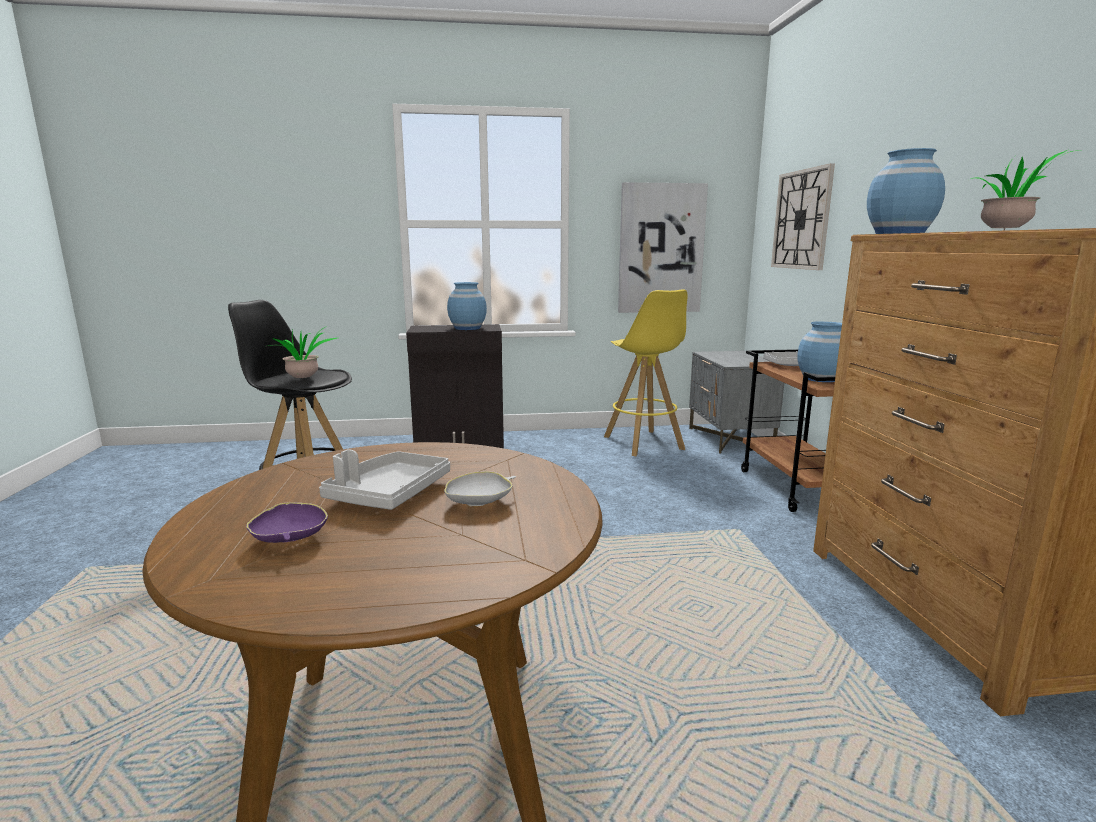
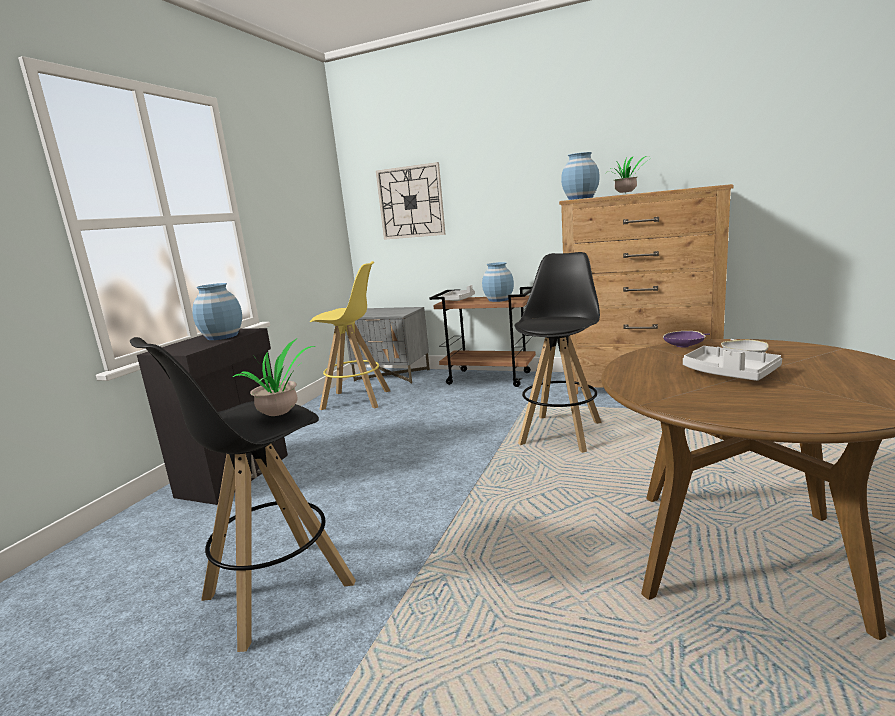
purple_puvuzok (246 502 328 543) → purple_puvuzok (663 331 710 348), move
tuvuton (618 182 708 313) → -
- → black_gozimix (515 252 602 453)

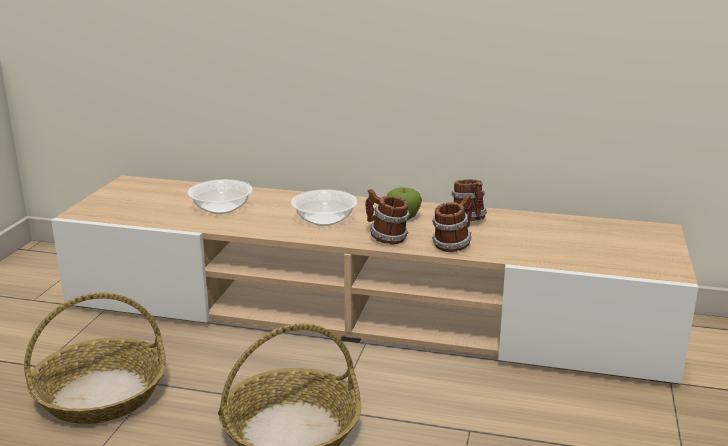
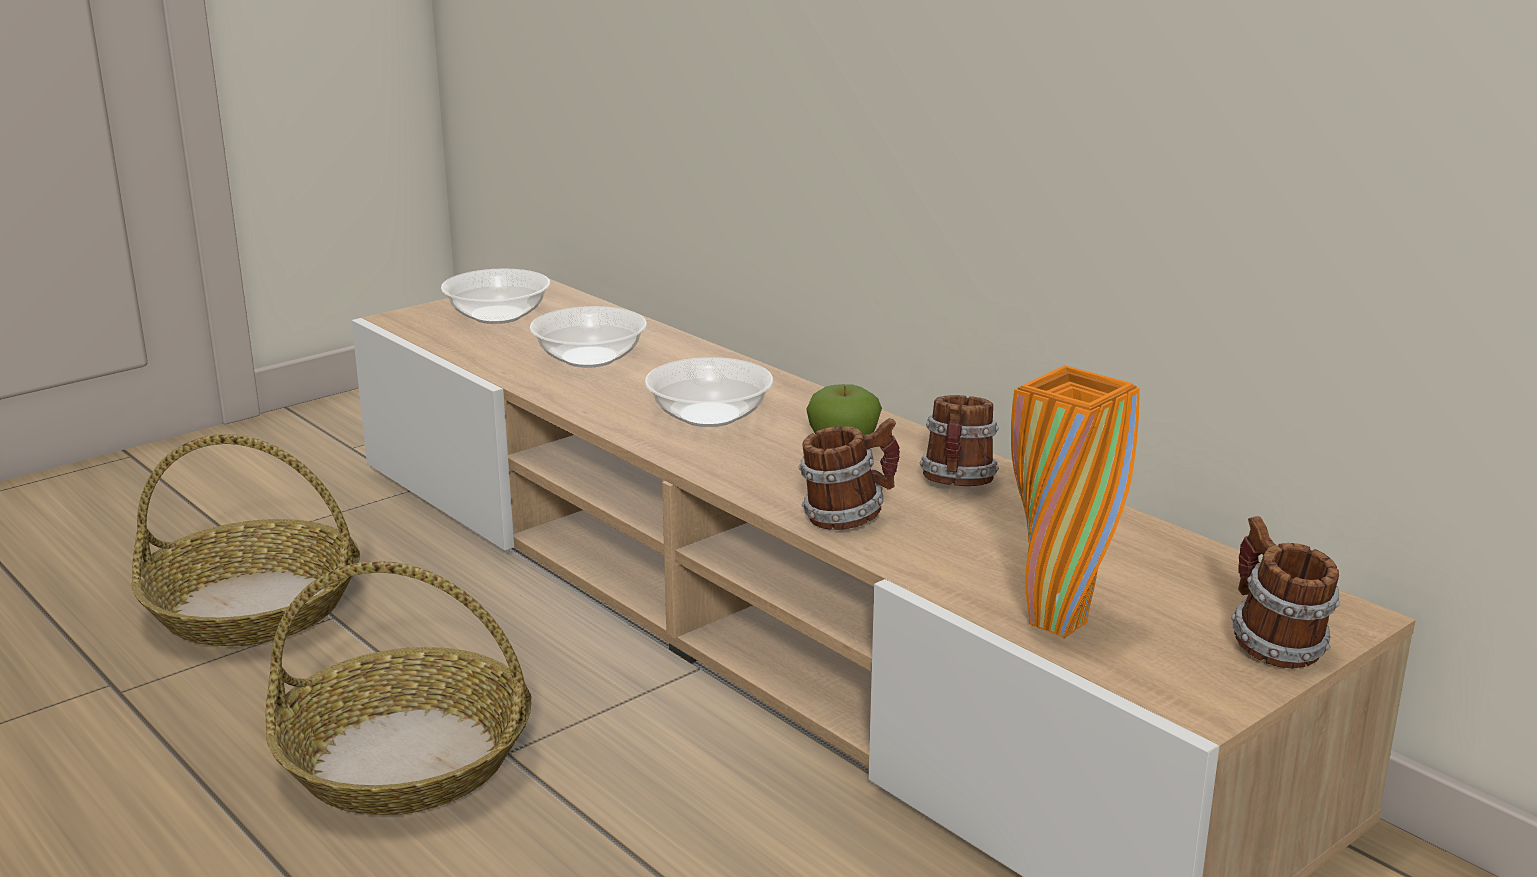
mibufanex (365 189 410 244) → mibufanex (1231 516 1340 669), move
- → puvuzok (441 269 550 324)
- → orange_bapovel (1011 365 1140 638)

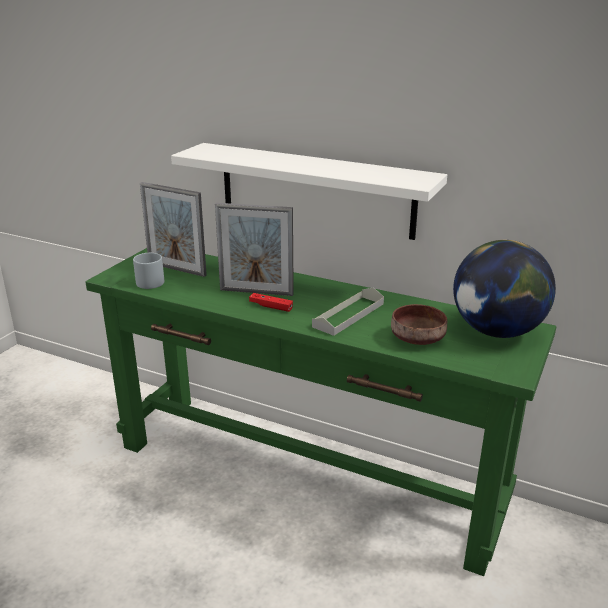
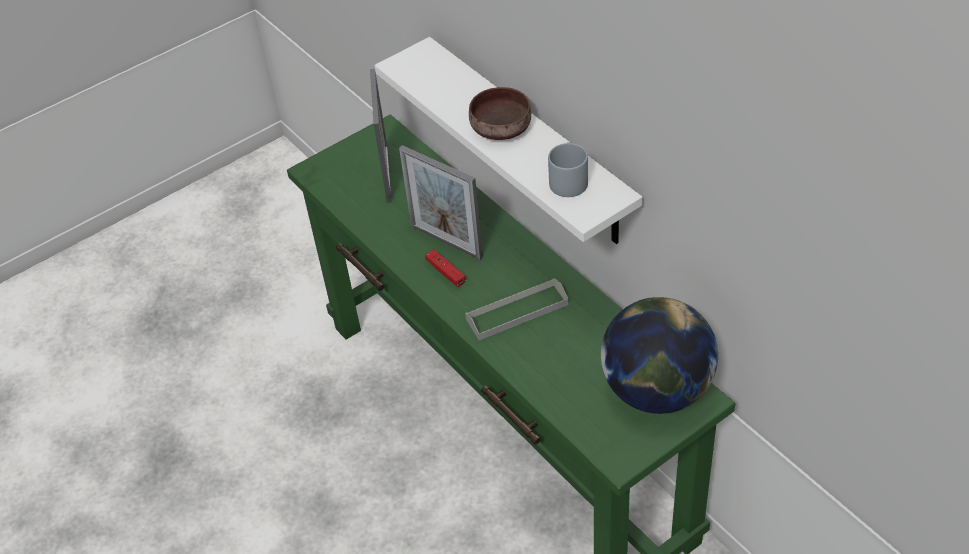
grey_mibufanex (133 253 164 289) → grey_mibufanex (548 142 588 197), move
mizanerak (140 182 207 277) → mizanerak (370 69 392 203), 150 degrees counterclockwise
brown_puvuzok (391 304 447 345) → brown_puvuzok (469 87 531 140), move

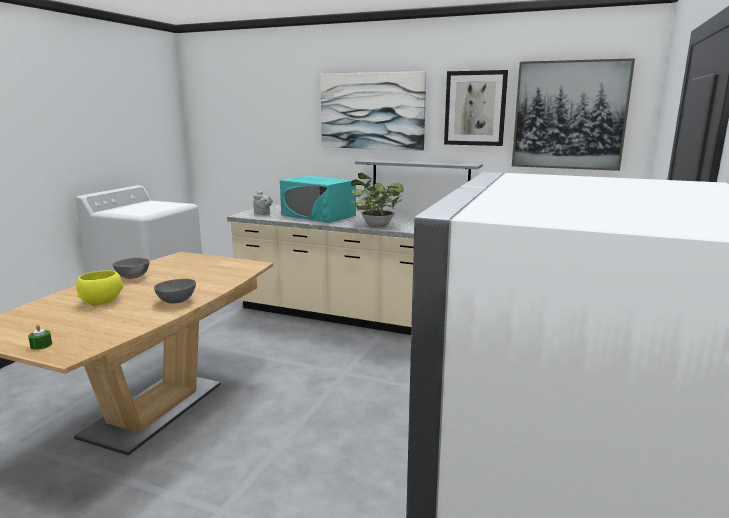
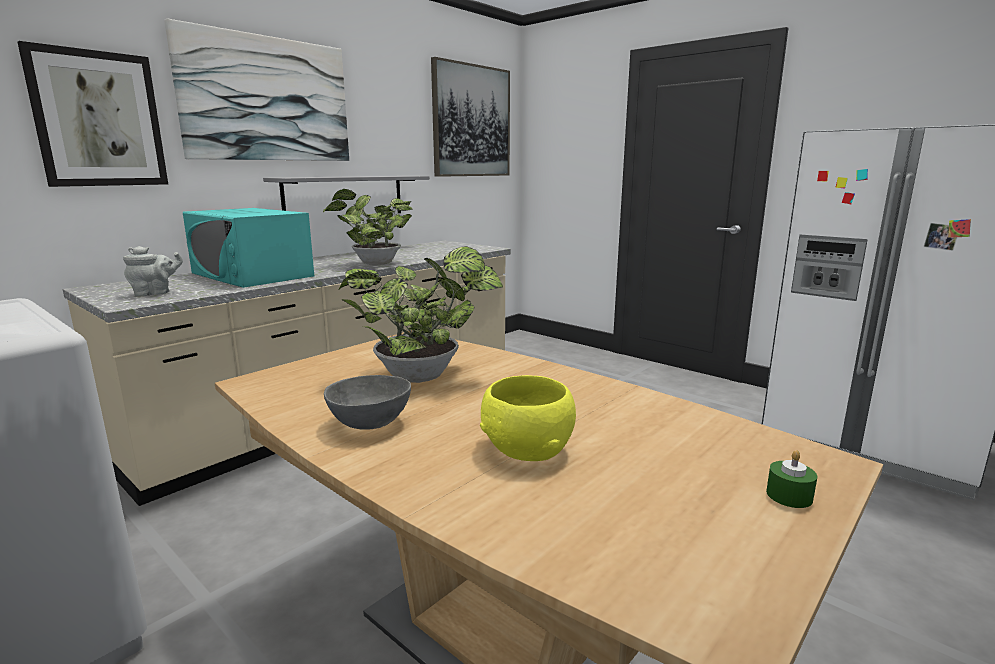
grey_puvuzok (154 279 196 304) → -
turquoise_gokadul (280 175 356 223) → turquoise_gokadul (183 208 314 288), 75 degrees clockwise
tuvuton (444 70 508 146) → tuvuton (17 41 168 187), move
- → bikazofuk (339 246 503 383)

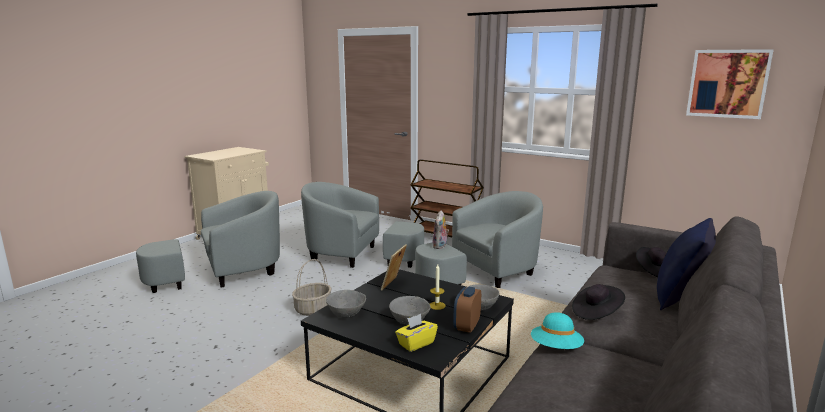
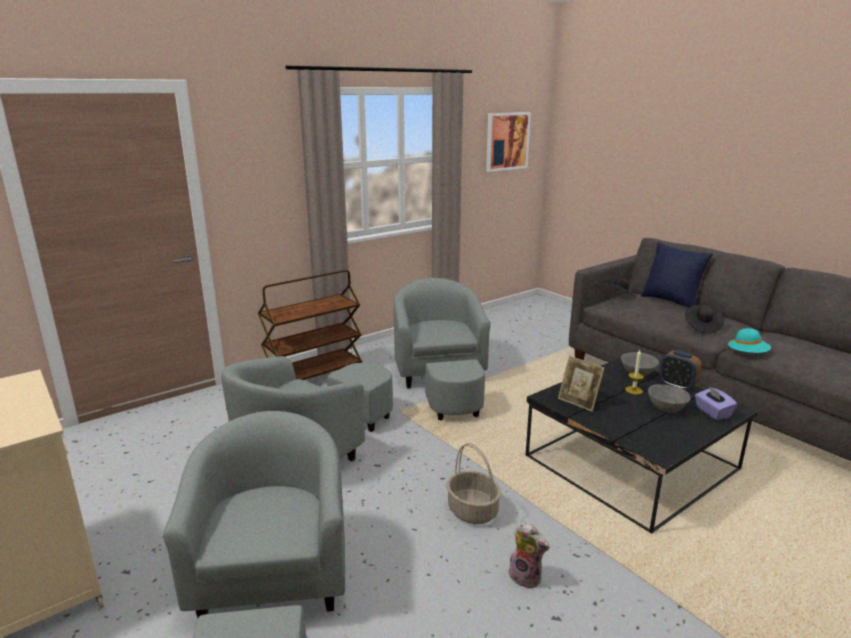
grey_puvuzok (326 290 366 318) → -
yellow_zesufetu (395 314 438 352) → purple_zesufetu (695 387 737 420)
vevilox (433 210 449 249) → vevilox (508 522 549 589), move

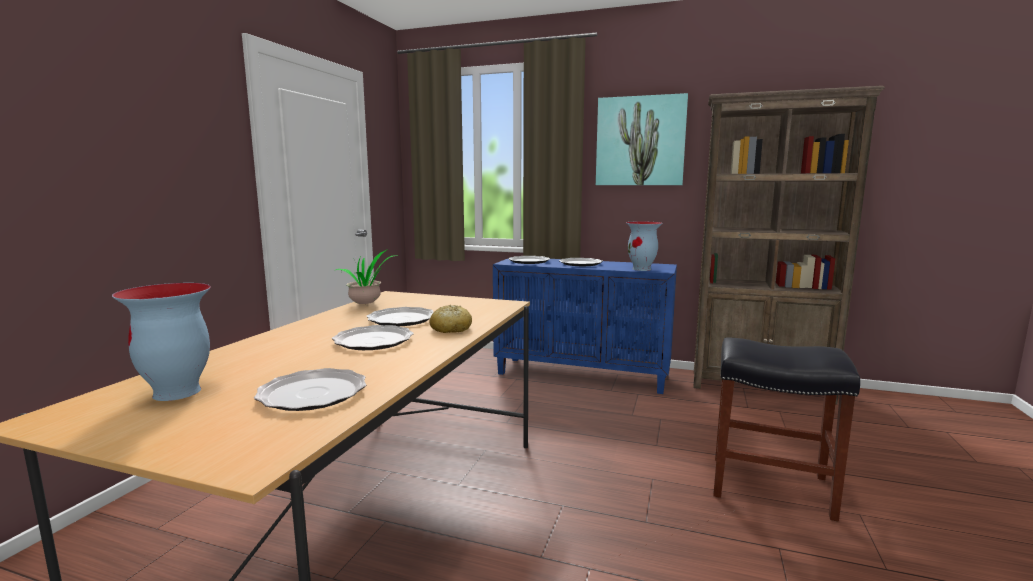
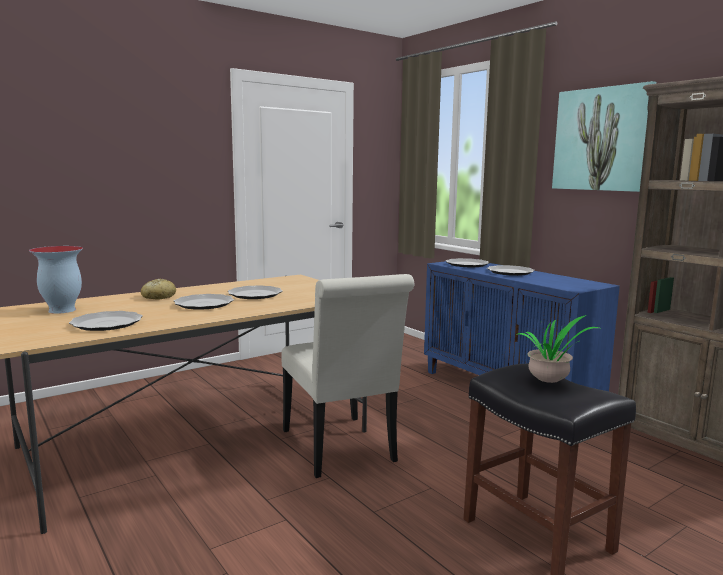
bikazofuk (336 250 397 304) → bikazofuk (516 315 602 383), move
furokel (430 305 472 333) → furokel (141 278 176 300), move
bapovel (626 221 663 271) → -
- → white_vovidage (281 274 414 478)

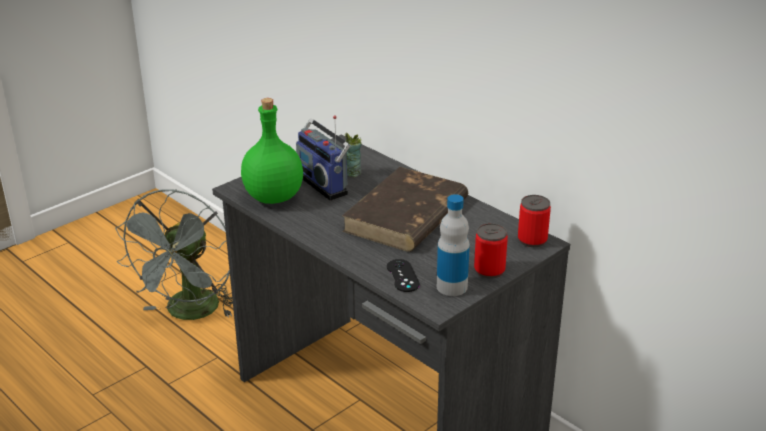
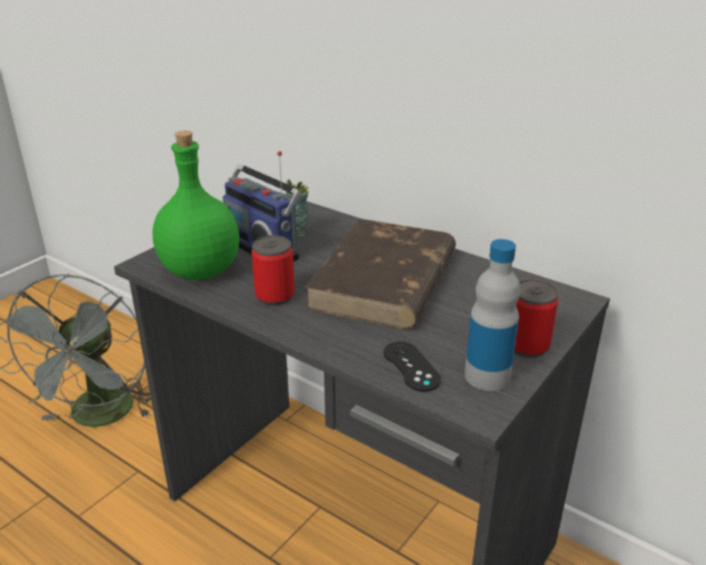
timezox (518 195 551 247) → timezox (251 235 295 306), move

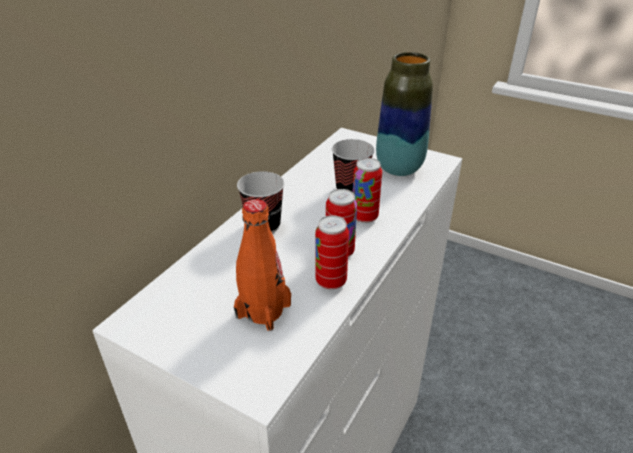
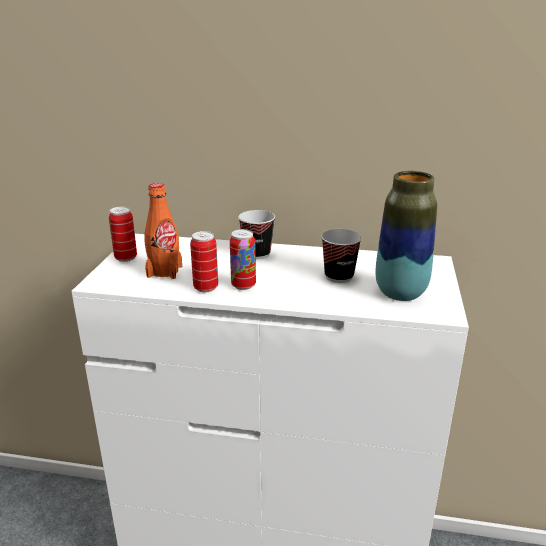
timezox (353 158 382 223) → timezox (109 207 137 262), move

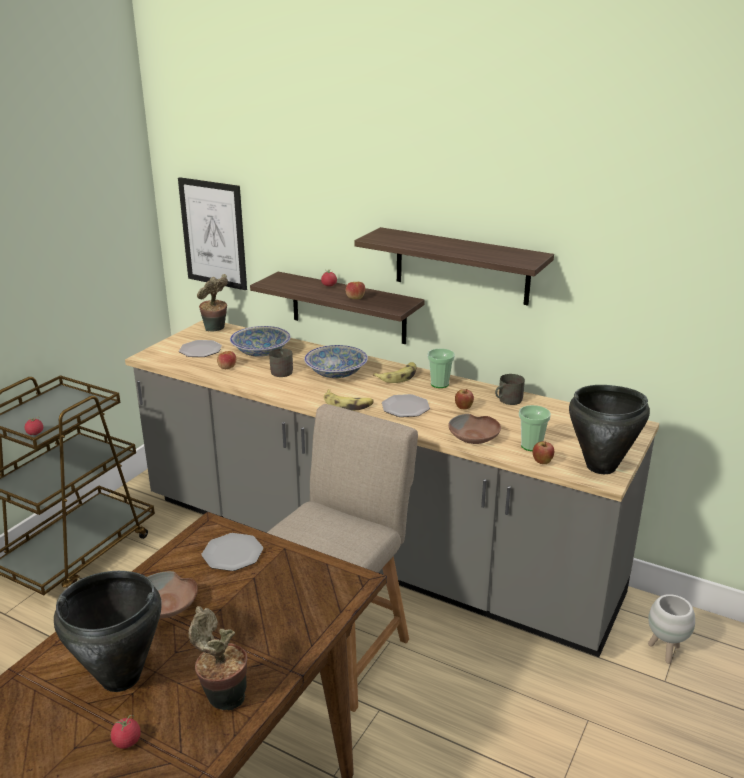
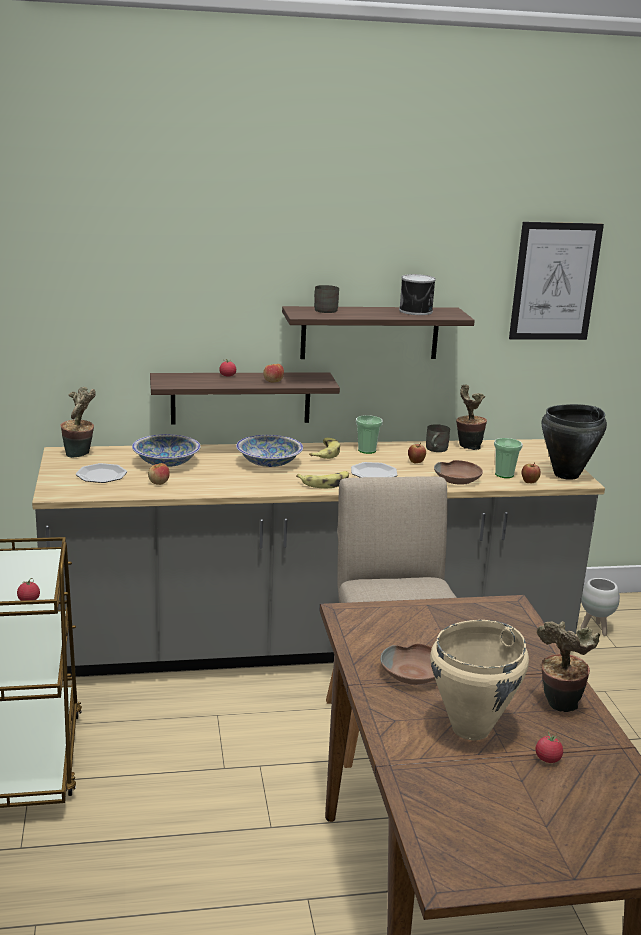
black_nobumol (54 571 162 692) → beige_nobumol (430 620 529 740)
tuvuton (178 177 247 290) → tuvuton (509 222 604 340), move
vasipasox (202 533 263 571) → -
grey_mibufanex (269 348 293 377) → grey_mibufanex (314 285 339 313), move
- → timezox (399 274 436 315)
- → bikazofuk (456 384 487 450)

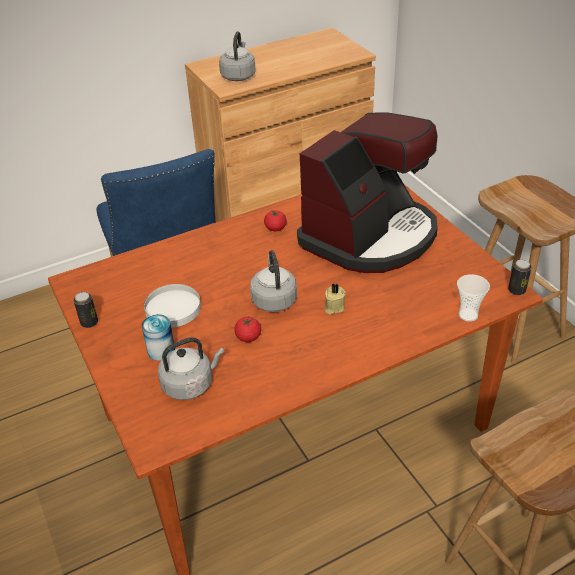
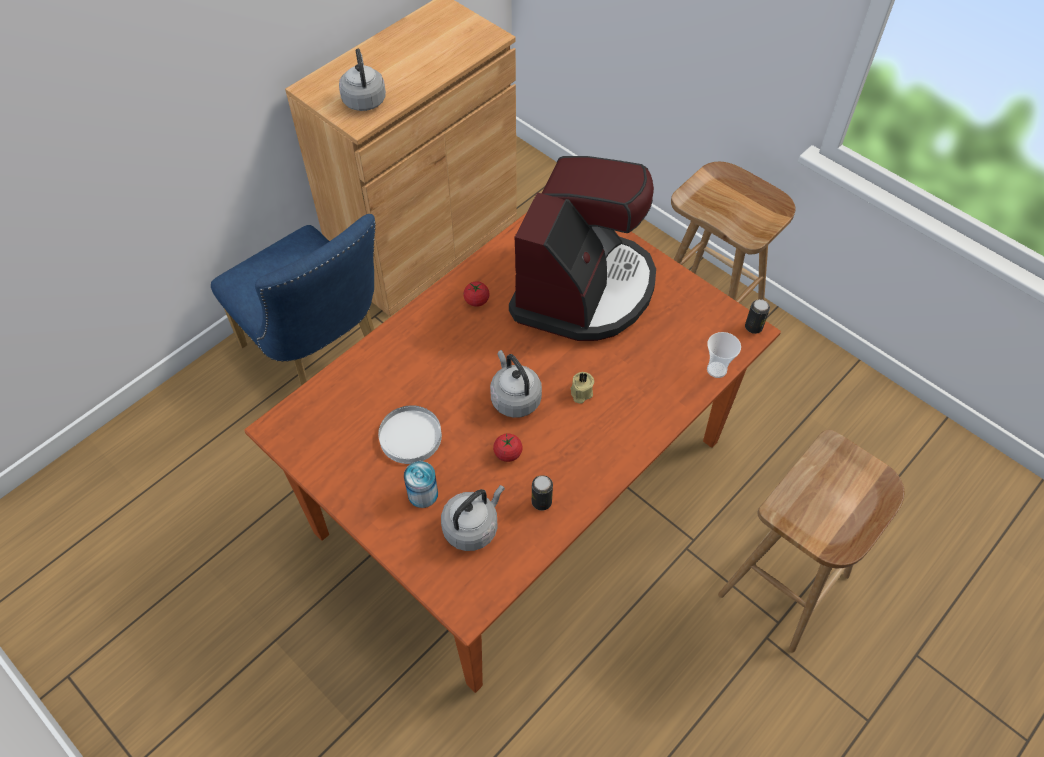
timezox (73 292 98 328) → timezox (532 475 553 511), move

